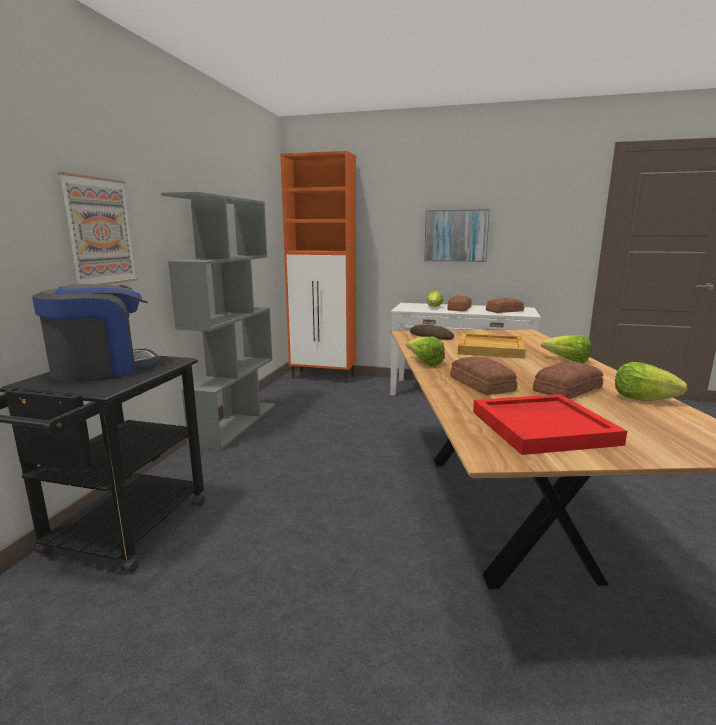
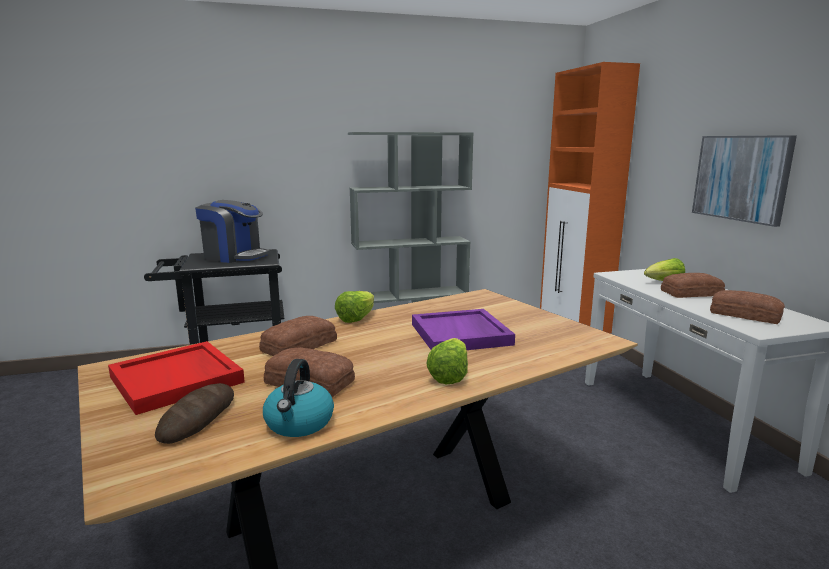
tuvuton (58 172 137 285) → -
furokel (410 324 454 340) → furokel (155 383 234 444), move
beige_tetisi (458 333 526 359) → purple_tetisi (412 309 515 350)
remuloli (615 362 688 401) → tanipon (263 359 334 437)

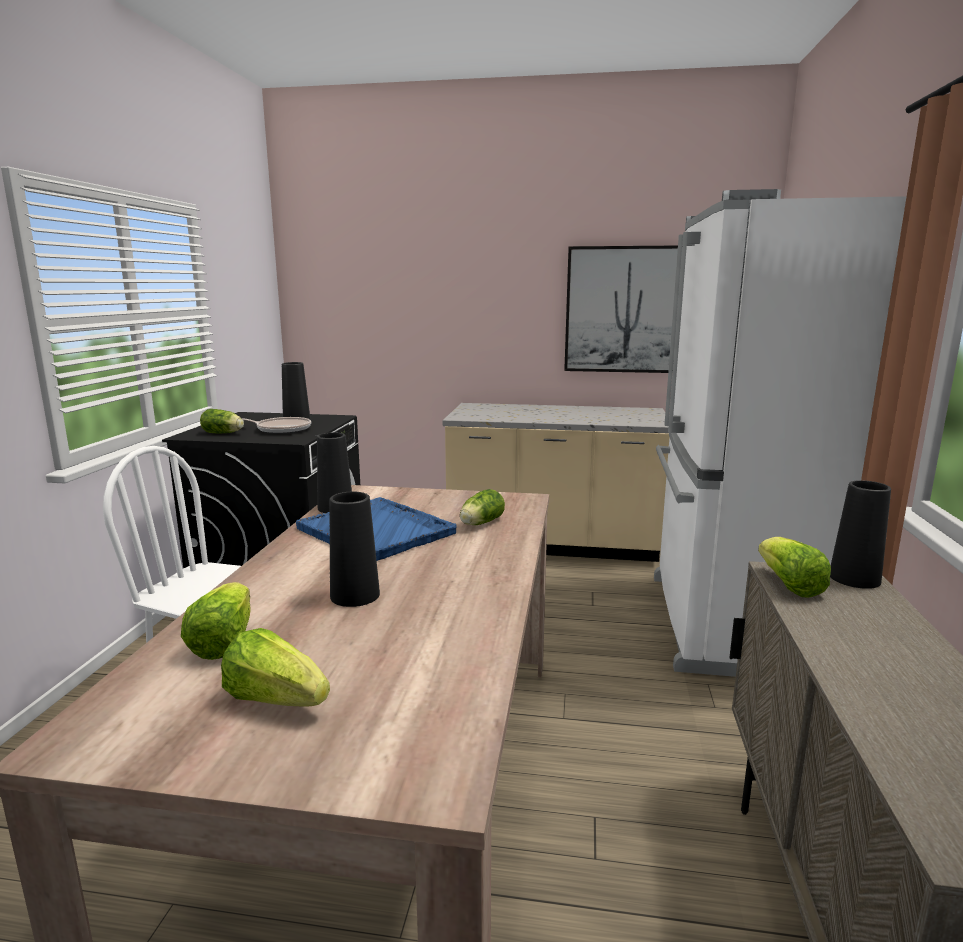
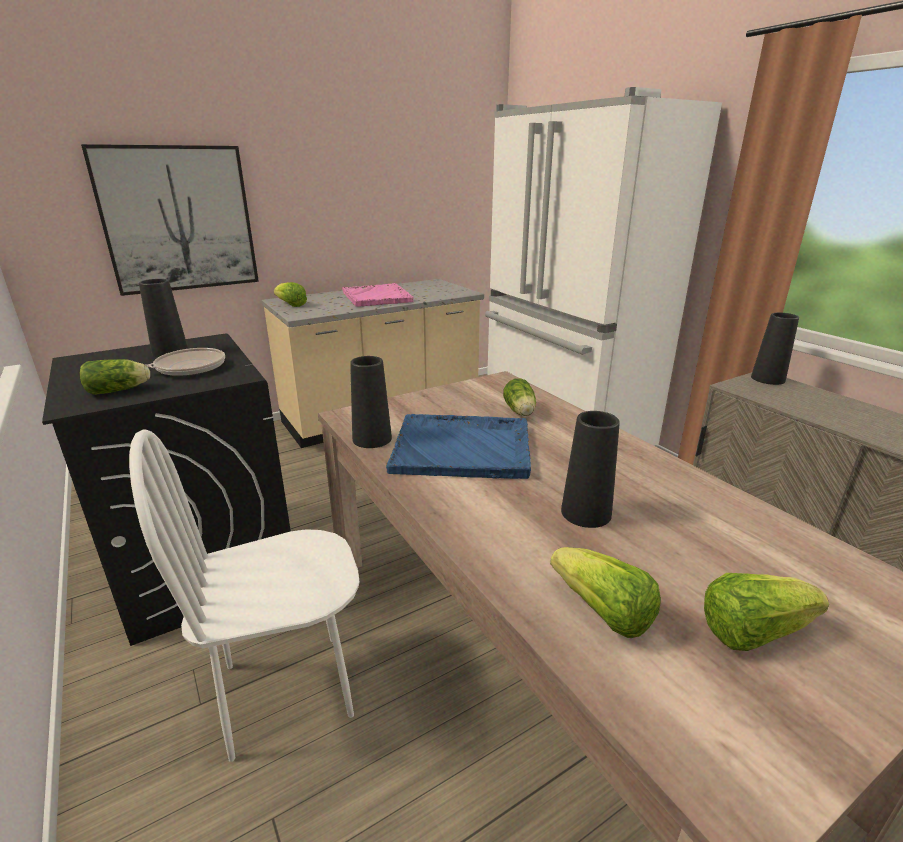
tuvuton (564 246 682 373) → tuvuton (81 144 259 296), move
remuloli (758 537 831 598) → remuloli (274 282 307 307), move
- → pink_tetisi (342 283 414 307)

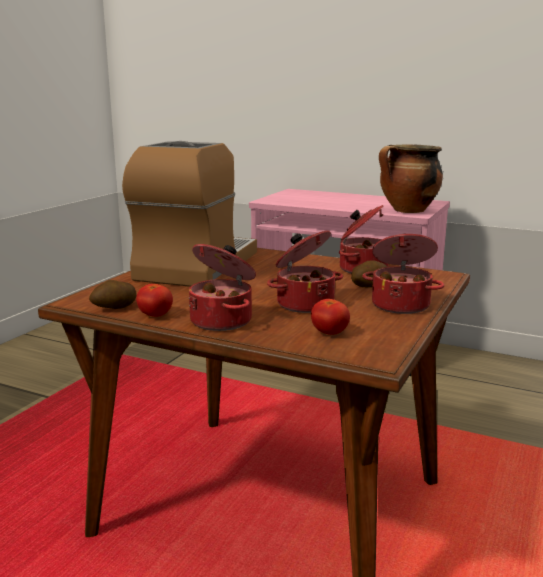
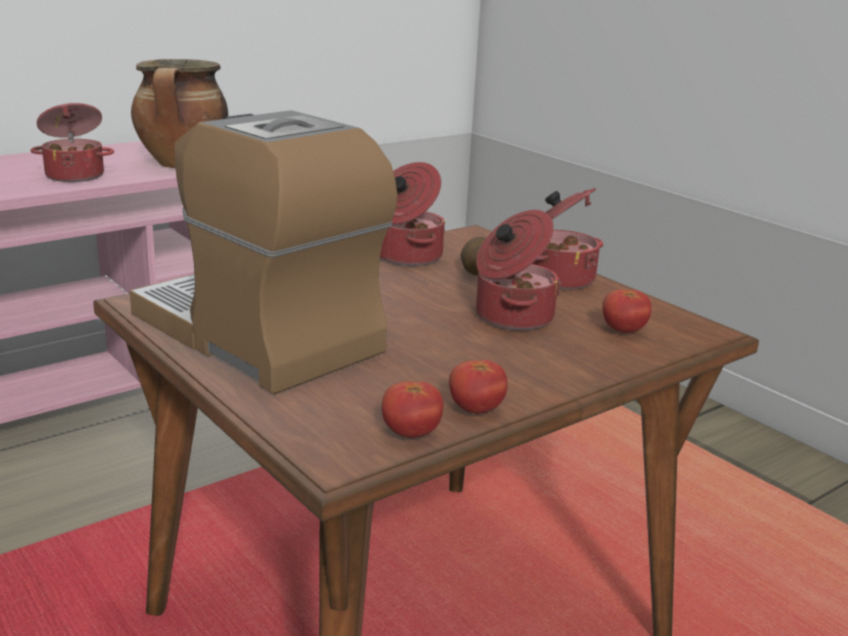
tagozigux (89 280 137 309) → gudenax (382 381 443 438)
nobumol (189 244 256 331) → nobumol (31 103 114 182), move

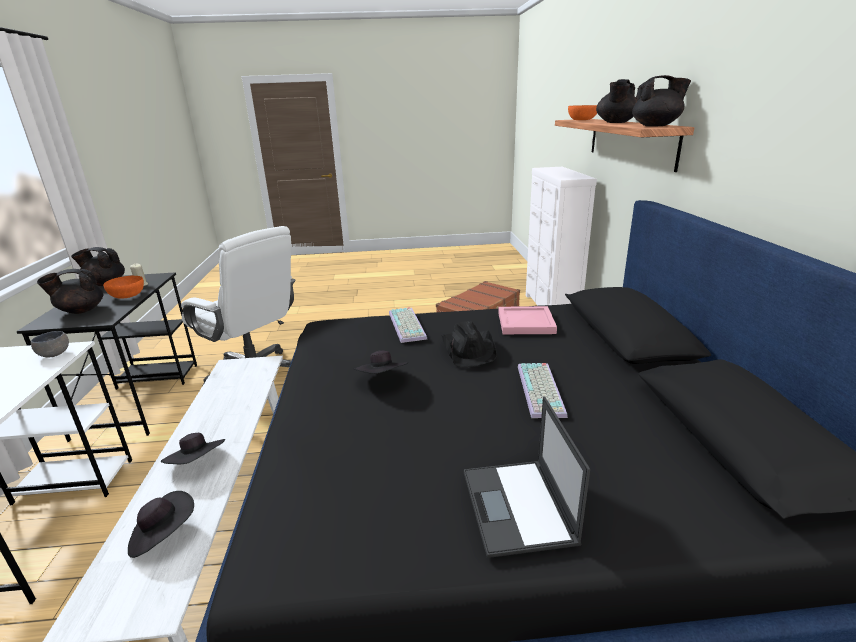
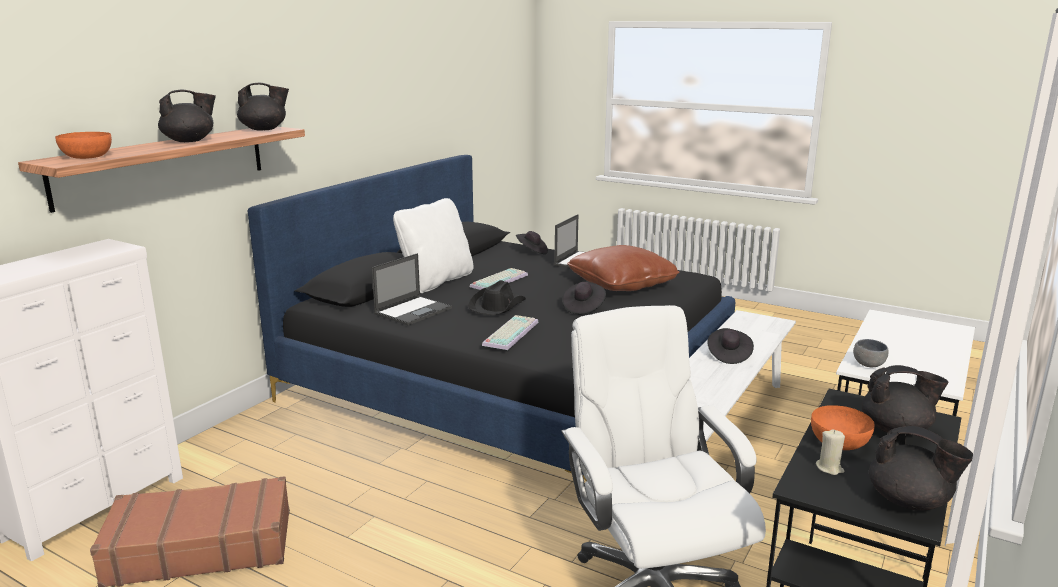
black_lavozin (128 491 194 558) → black_lavozin (516 231 548 254), move
pink_tetisi (498 306 557 334) → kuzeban (372 253 452 325)
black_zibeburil (632 75 691 127) → black_zibeburil (237 83 289 130), 135 degrees clockwise
- → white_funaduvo (393 198 473 293)
- → brown_funaduvo (567 245 679 291)

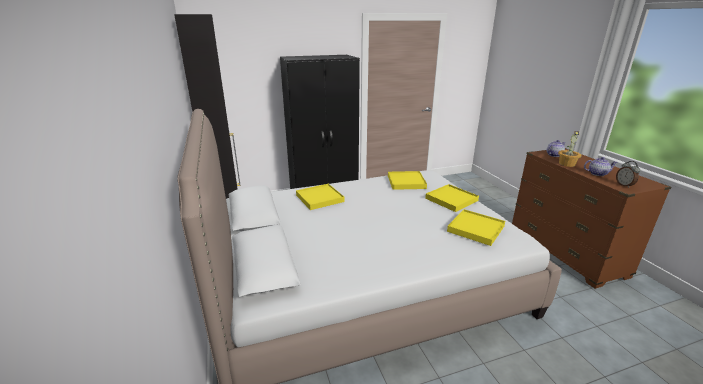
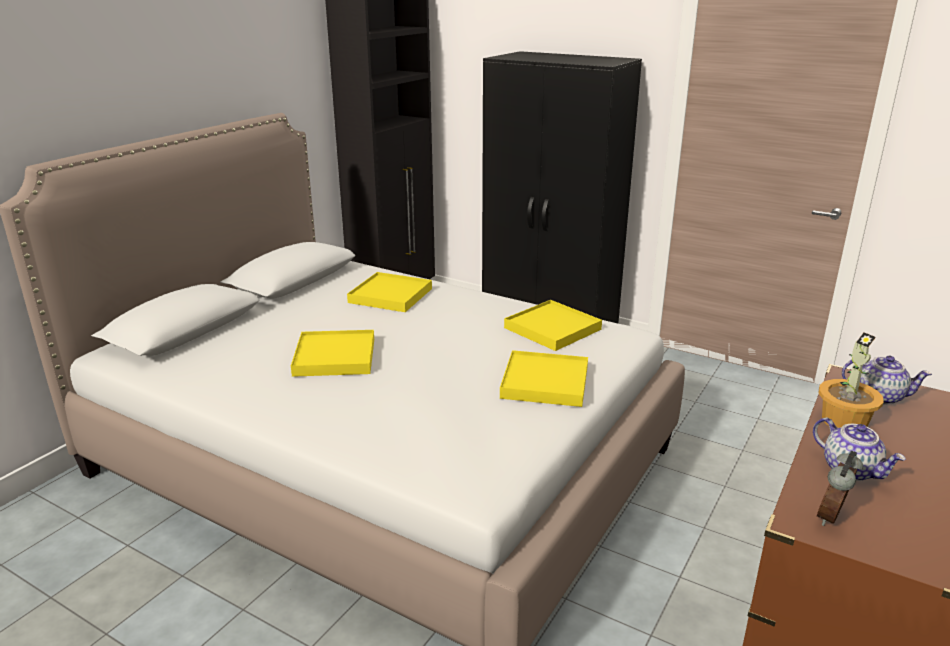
yellow_tetisi (447 209 505 246) → yellow_tetisi (291 330 374 377), move

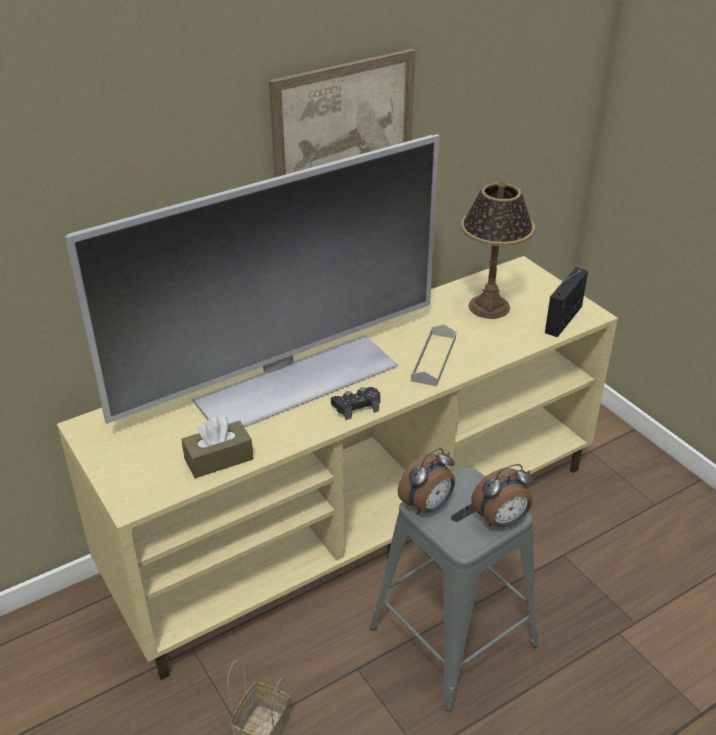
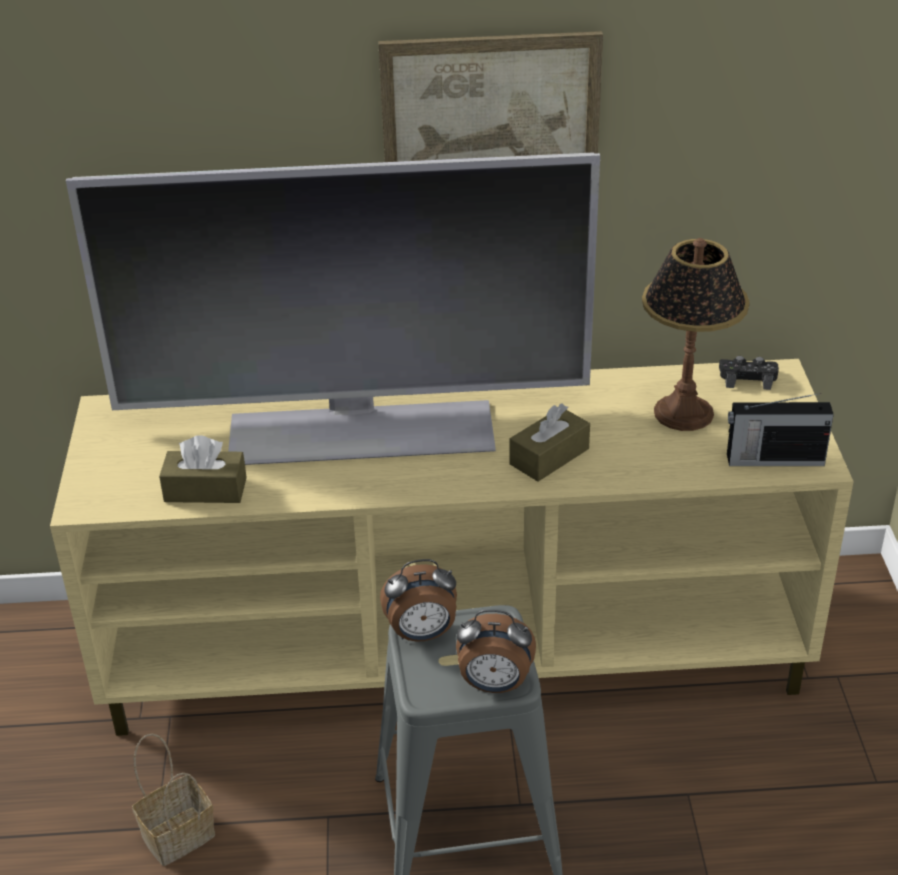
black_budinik (331 387 380 420) → black_budinik (719 356 779 390), move
grey_tetisi (411 324 456 386) → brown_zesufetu (509 404 590 482)
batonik (545 267 588 337) → batonik (727 393 834 466), 150 degrees counterclockwise

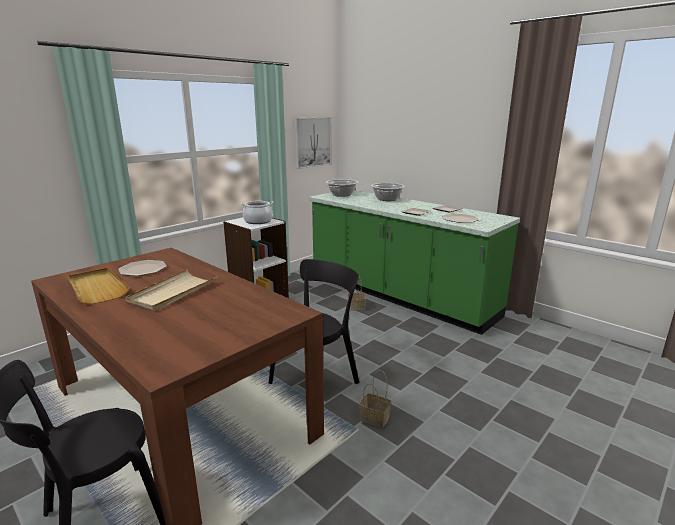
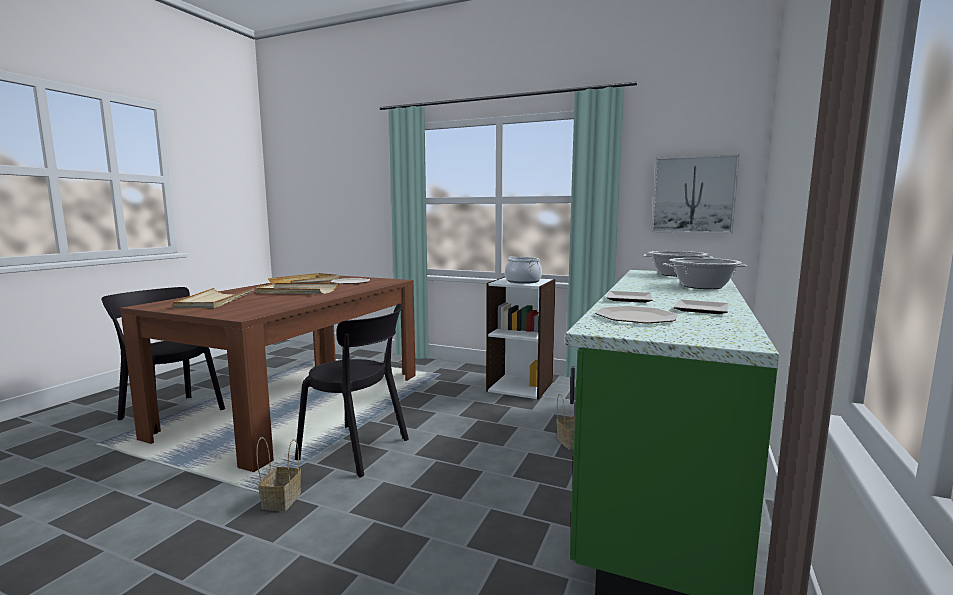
- → beige_tetisi (173 288 254 308)

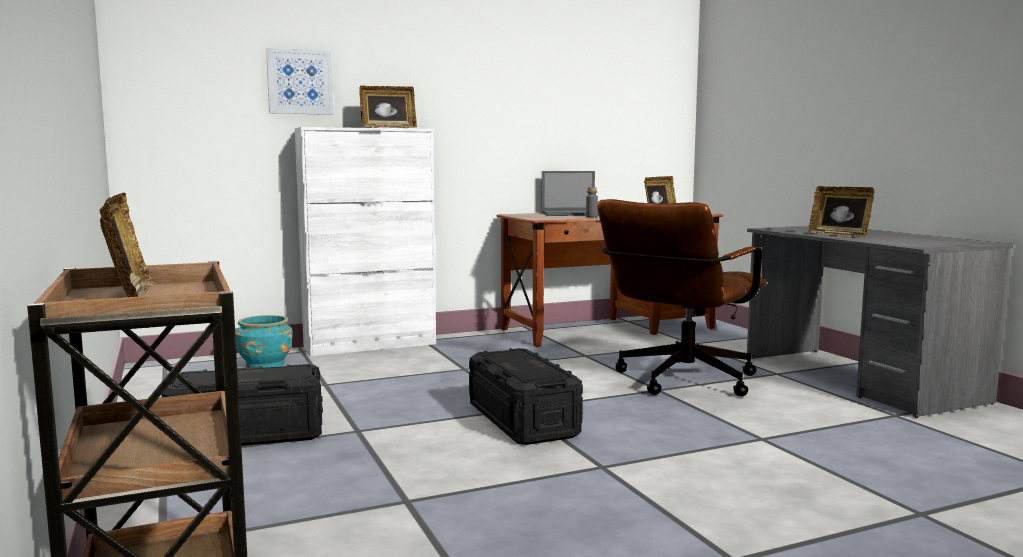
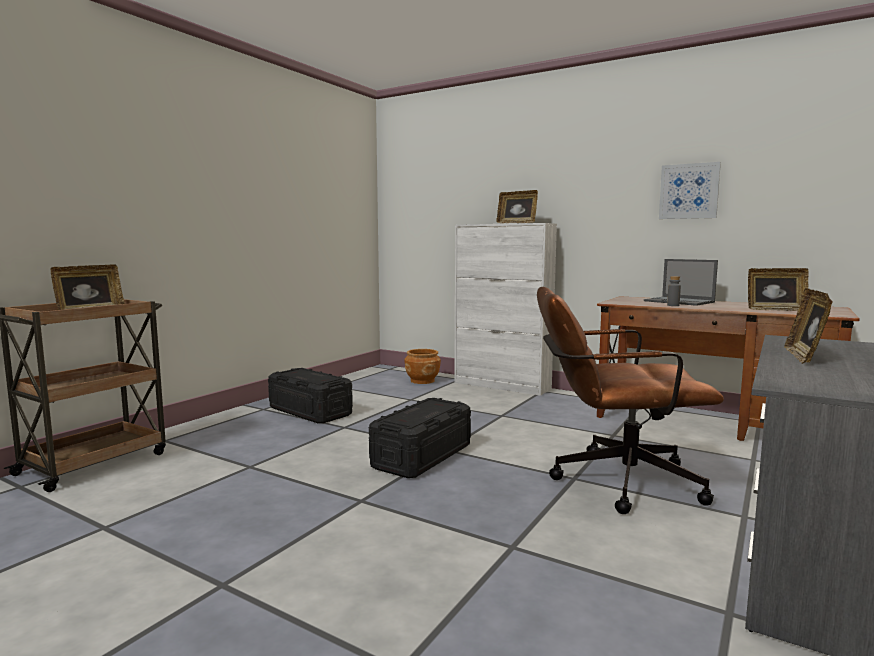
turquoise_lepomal (235 315 293 368) → brown_lepomal (405 349 441 384)
tuvuton (266 48 333 115) → tuvuton (659 162 721 219), move

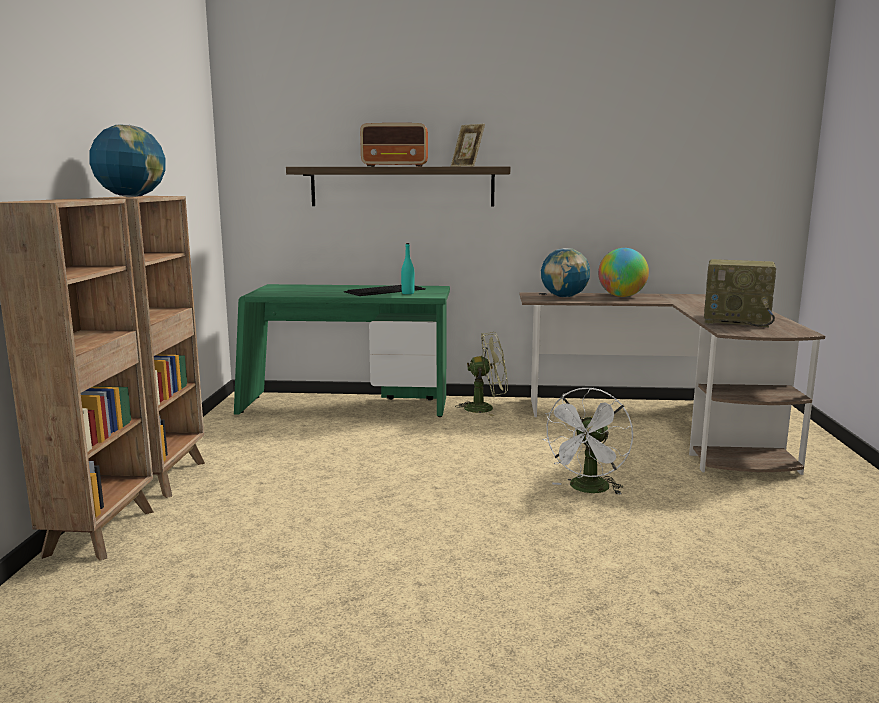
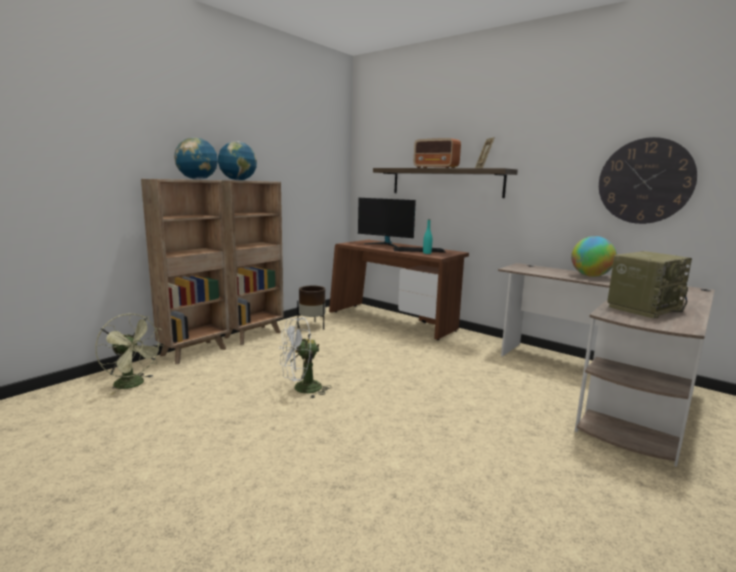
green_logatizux (234 284 450 417) → brown_logatizux (329 240 469 340)
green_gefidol (455 332 508 416) → green_gefidol (95 314 164 395), move
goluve (541 248 590 297) → goluve (174 137 218 180), move
white_gefidol (542 388 633 495) → white_gefidol (279 317 330 399), move
batonik (704 259 776 327) → batonik (607 251 692 319), 90 degrees counterclockwise
- → brown_lepomal (297 286 325 330)
- → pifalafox (358 198 416 247)
- → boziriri (599 137 697 224)

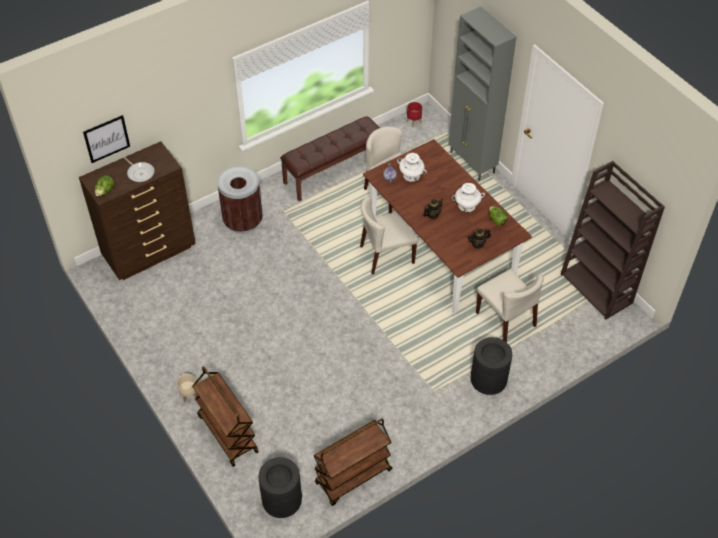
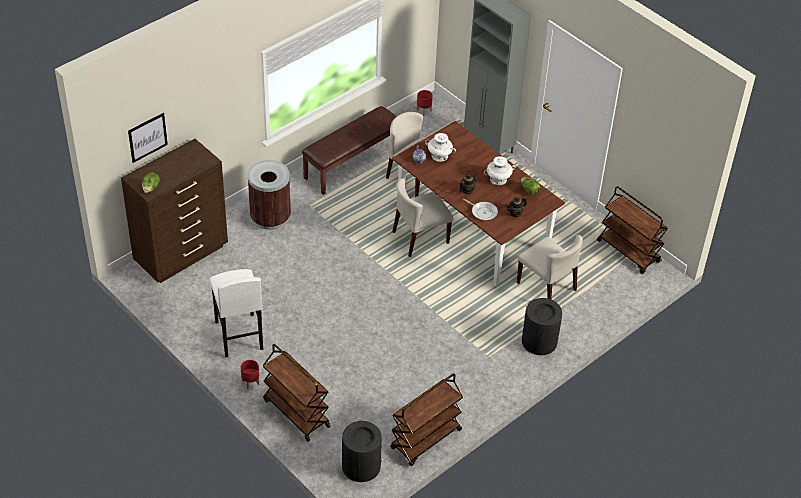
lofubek (124 157 154 182) → lofubek (463 198 498 220), move
beige_lepomal (177 374 197 402) → red_lepomal (241 360 260 389)
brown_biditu (560 161 665 320) → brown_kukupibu (597 186 668 274)
- → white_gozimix (210 269 263 357)

